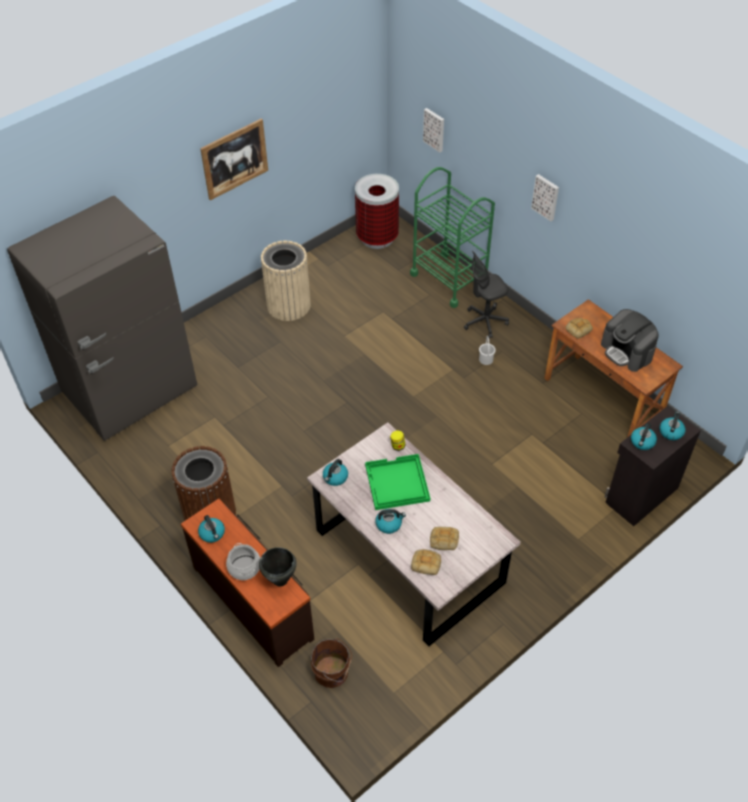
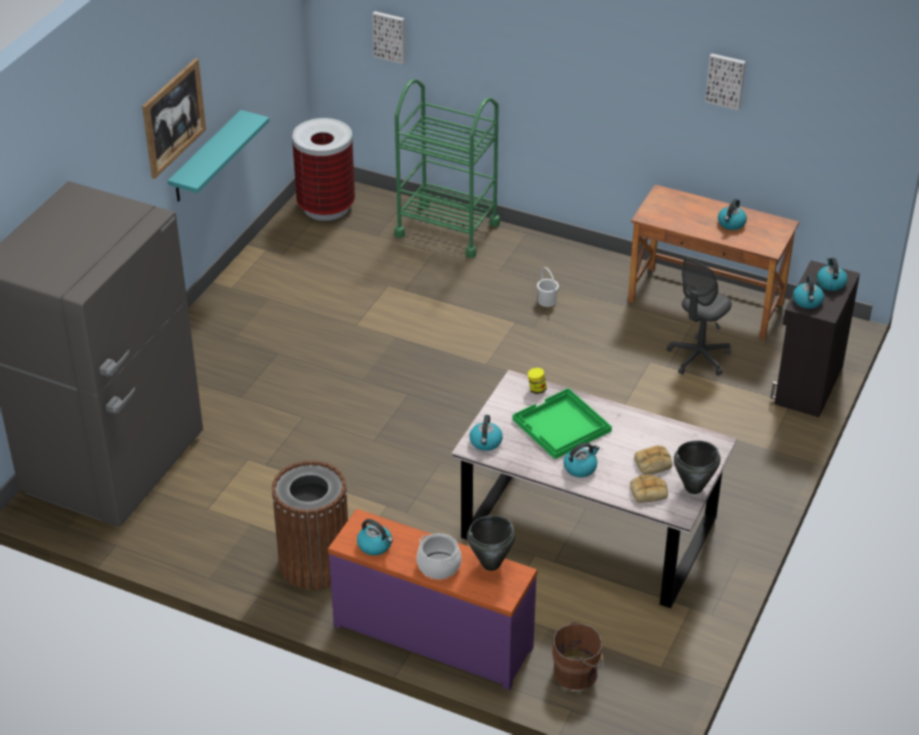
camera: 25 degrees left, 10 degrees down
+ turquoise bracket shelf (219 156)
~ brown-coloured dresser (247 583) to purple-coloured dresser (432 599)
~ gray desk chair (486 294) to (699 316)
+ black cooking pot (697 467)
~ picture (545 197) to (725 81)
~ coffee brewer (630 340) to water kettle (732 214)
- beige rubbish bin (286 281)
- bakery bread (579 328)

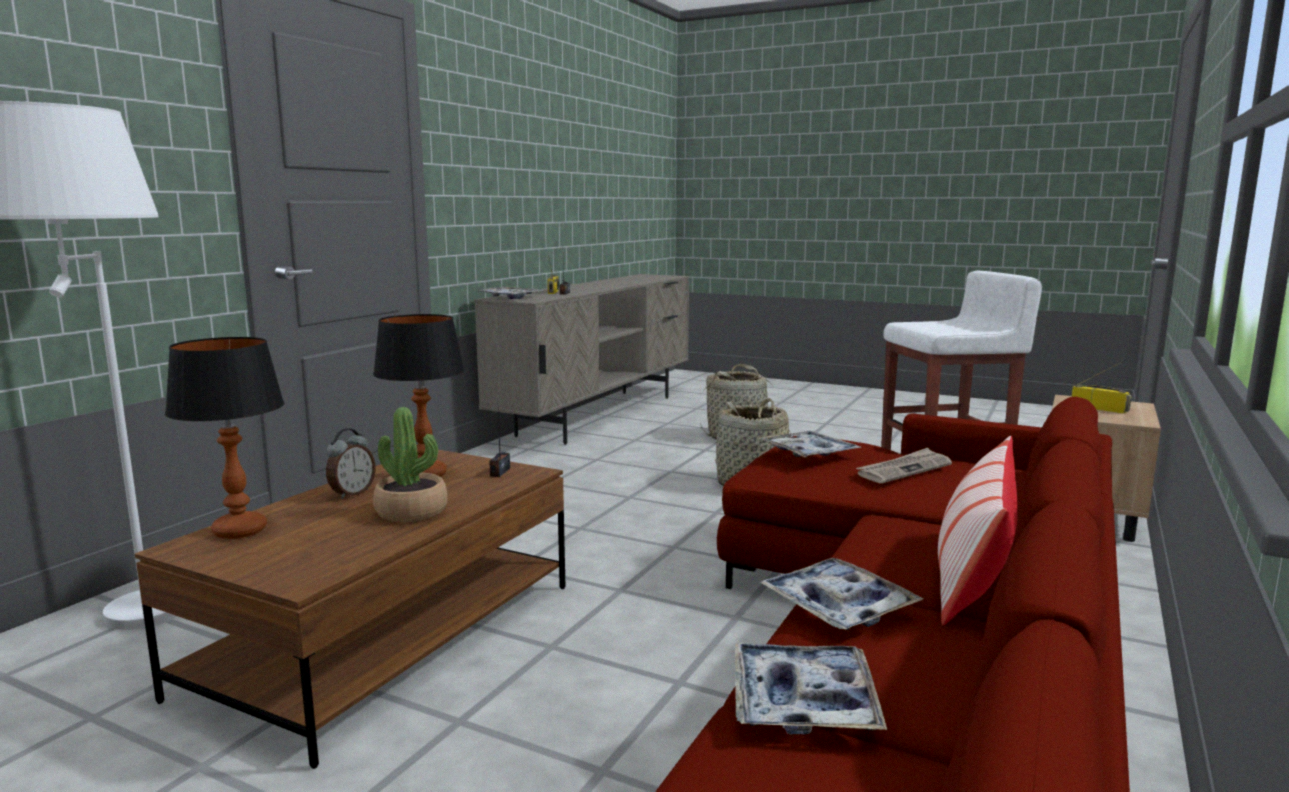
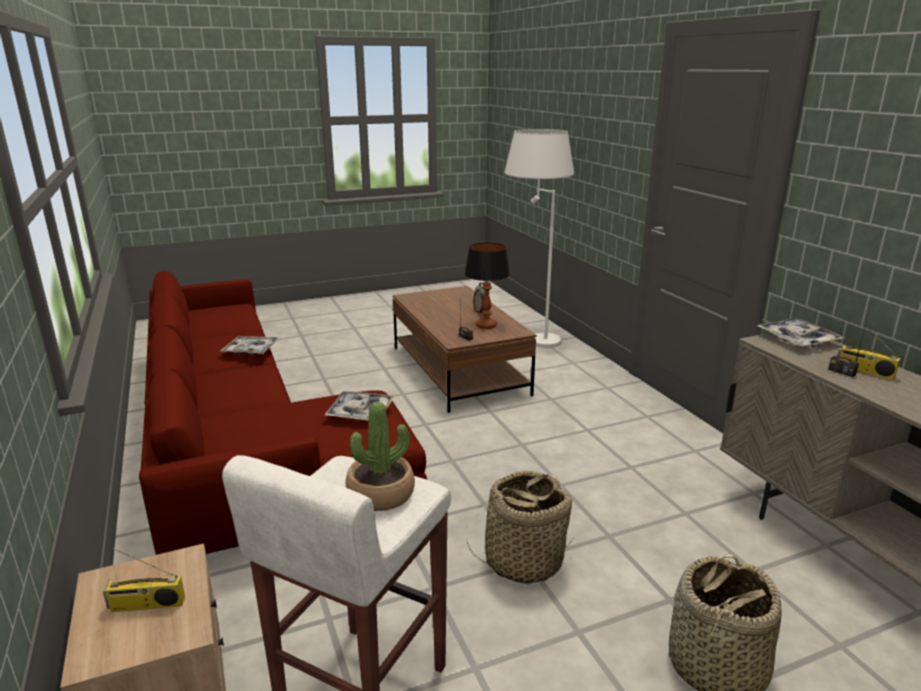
camera: 130 degrees right, 10 degrees up
~ plant in a pot (410 464) to (380 456)
- table lamp (224 438)
- tray (811 688)
- daily paper (904 465)
- throw pillow (977 531)

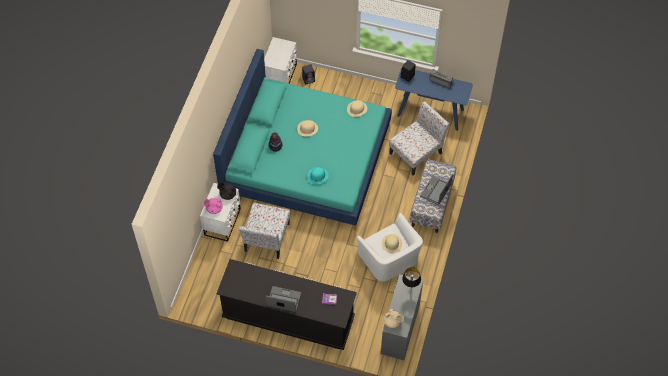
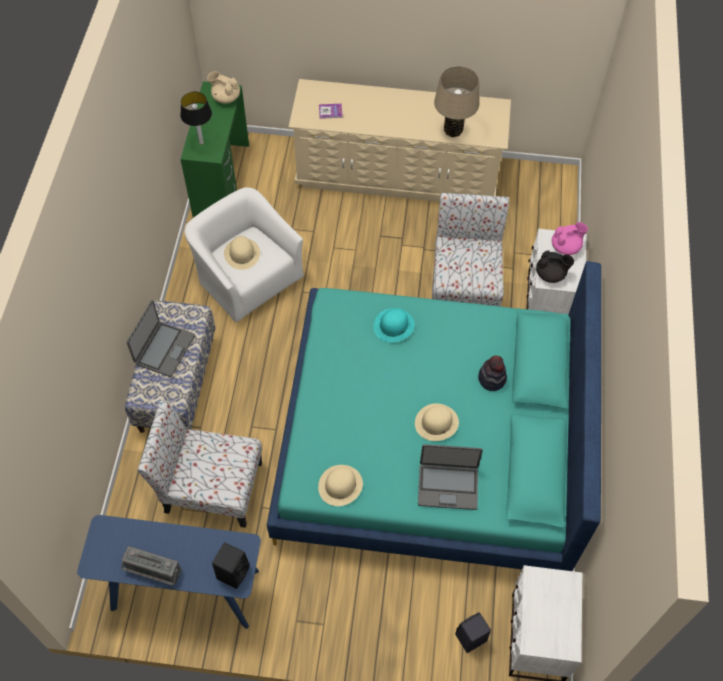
camera: 170 degrees right, 0 degrees up
~ chair (419 138) = (199 464) 60 degrees clockwise
~ gray desk unit (402 317) to greenish desk unit (214 149)
~ black dresser (287 304) to beige dresser (400 140)
~ laptop (283 299) to (450 477)
+ beige table lamp (456 101)

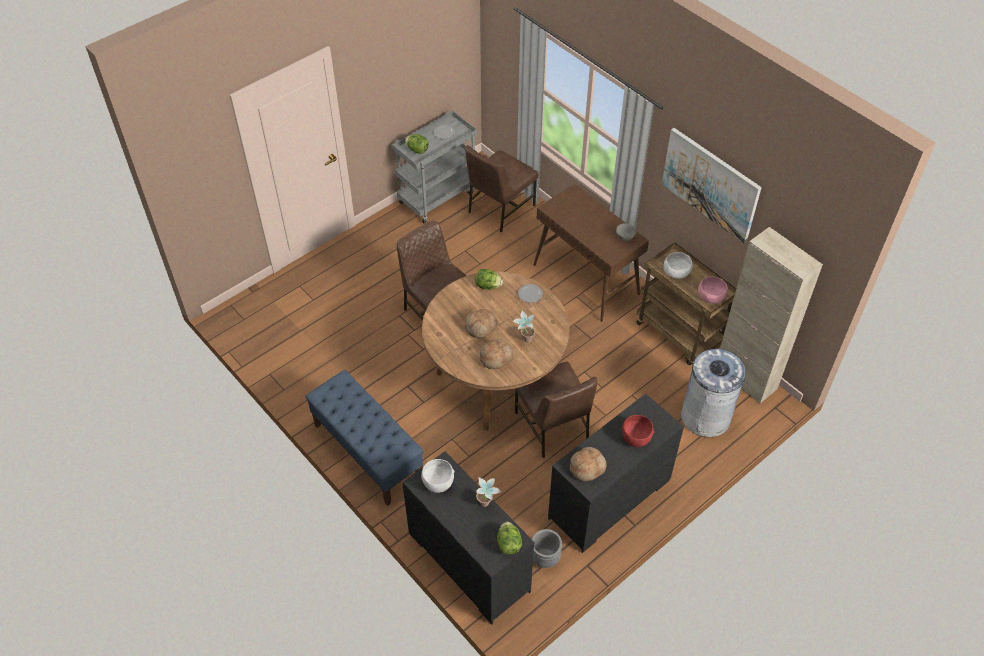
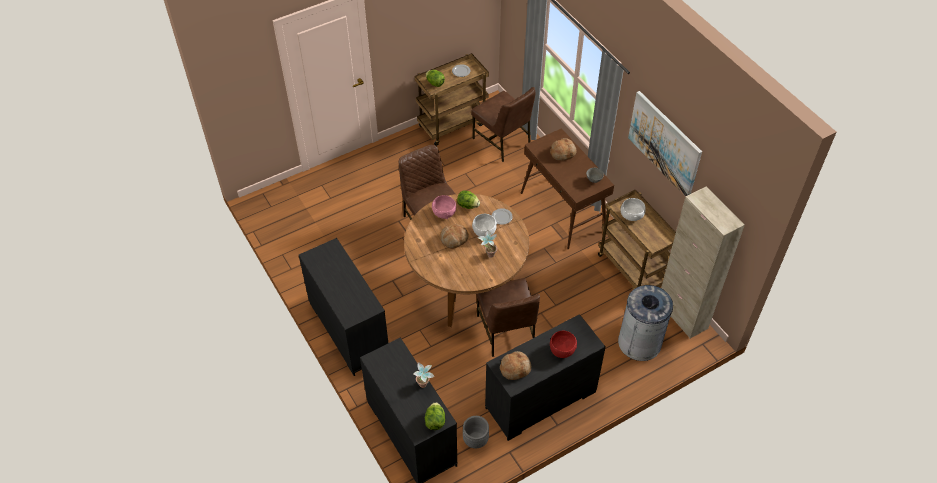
camera: 10 degrees right, 0 degrees up
~ bluish long seat (364 438) to black dresser (343 307)
~ gray wheeled cart (434 167) to brown-coloured wheeled cart (452 99)
~ pink-coloured bowl (713 290) to (444 207)
~ brown-coloured chair (501 188) = (503 124) 90 degrees counterclockwise
~ white-coloured bowl (438 476) to (484 225)
~ bakery bread (496 354) to (563 149)

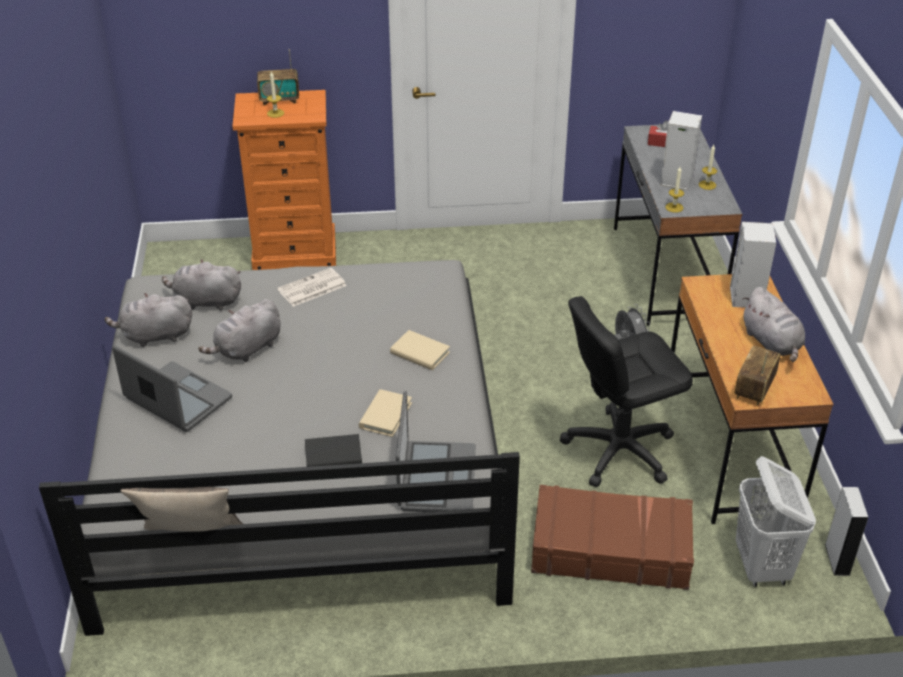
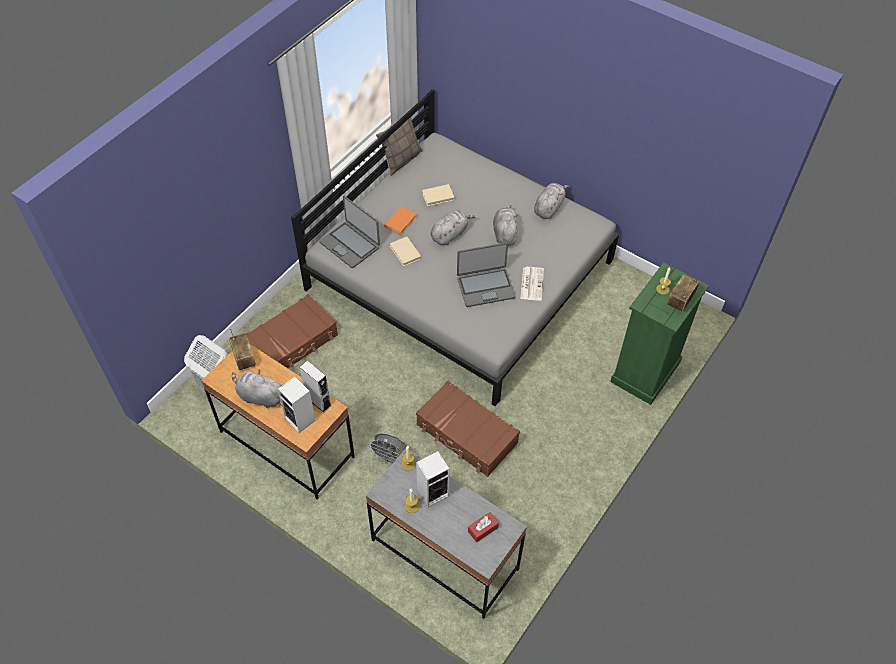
camera: 130 degrees right, 15 degrees up
~ gray loudspeaker (846 531) to (315 386)
~ black book (333 450) to orangey book (400 221)
+ brown-coloured travel case (468 429)
~ beige book (420 350) to (438 195)
~ gray cuddly toy (201 284) to (453 227)
~ laptop (172 388) to (486 274)
~ orangey dresser (284 180) to greenish dresser (659 333)
- black desk chair (626 391)

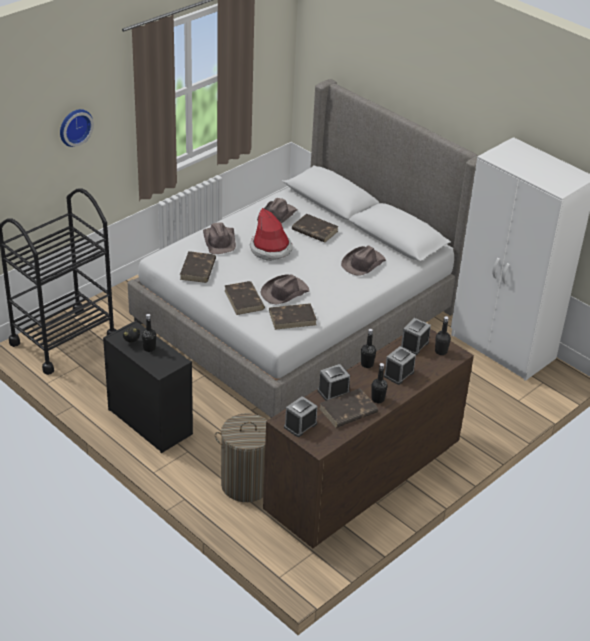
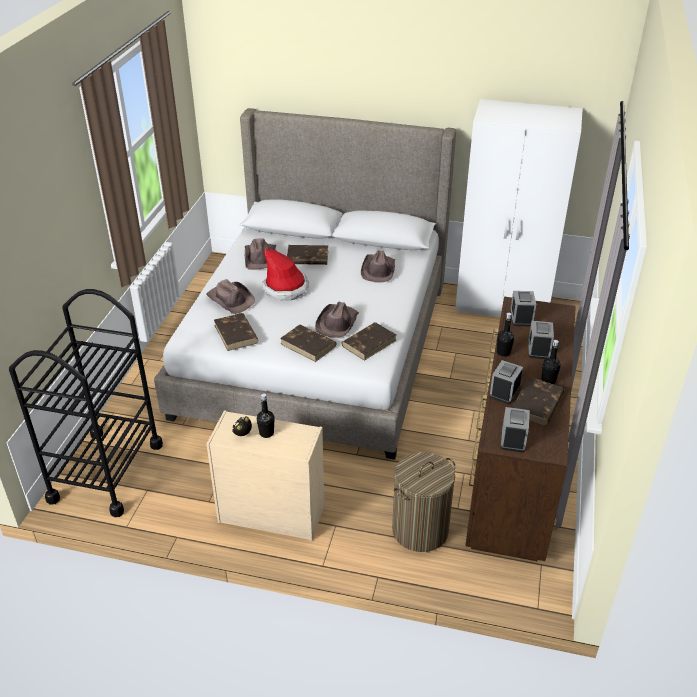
camera: 30 degrees left, 0 degrees up
~ black dresser (148 387) to beige dresser (265 475)
- hanging clock (77 128)
- black bottle (443 335)

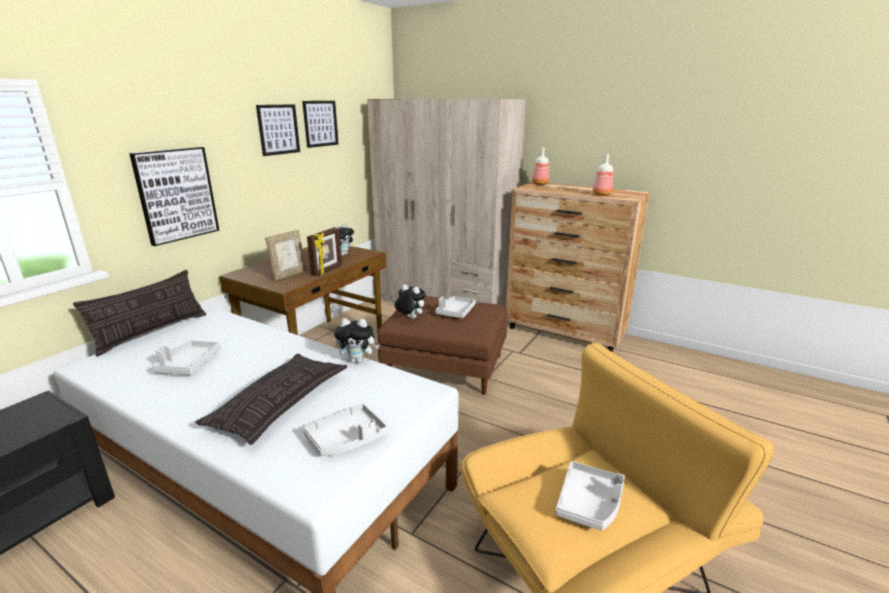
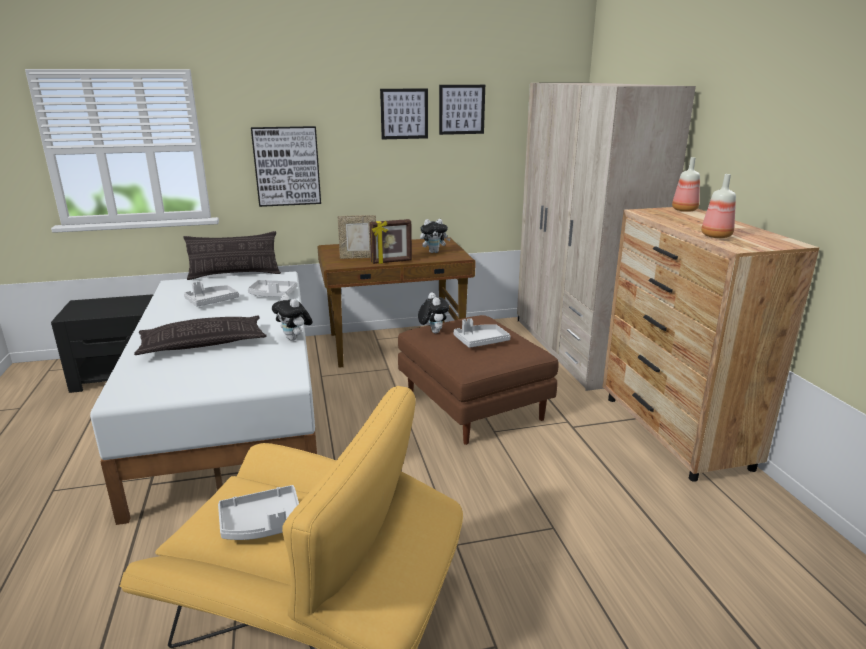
camera: 45 degrees right, 0 degrees up
~ gray tray (345 429) to (272 288)

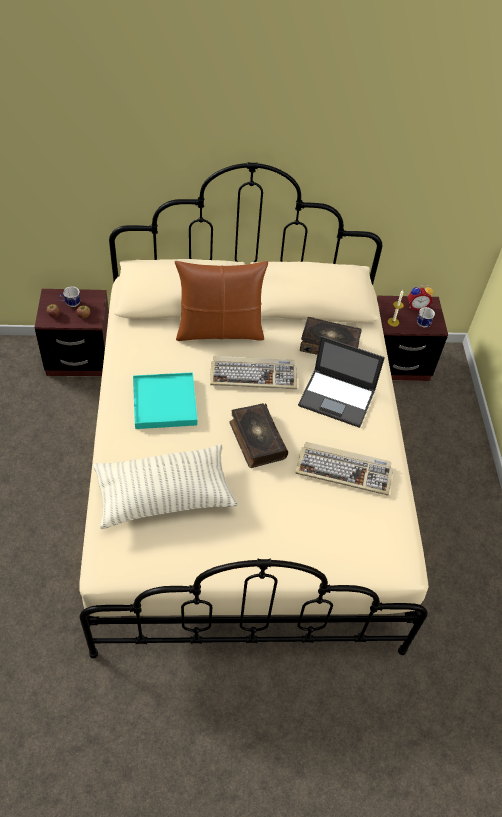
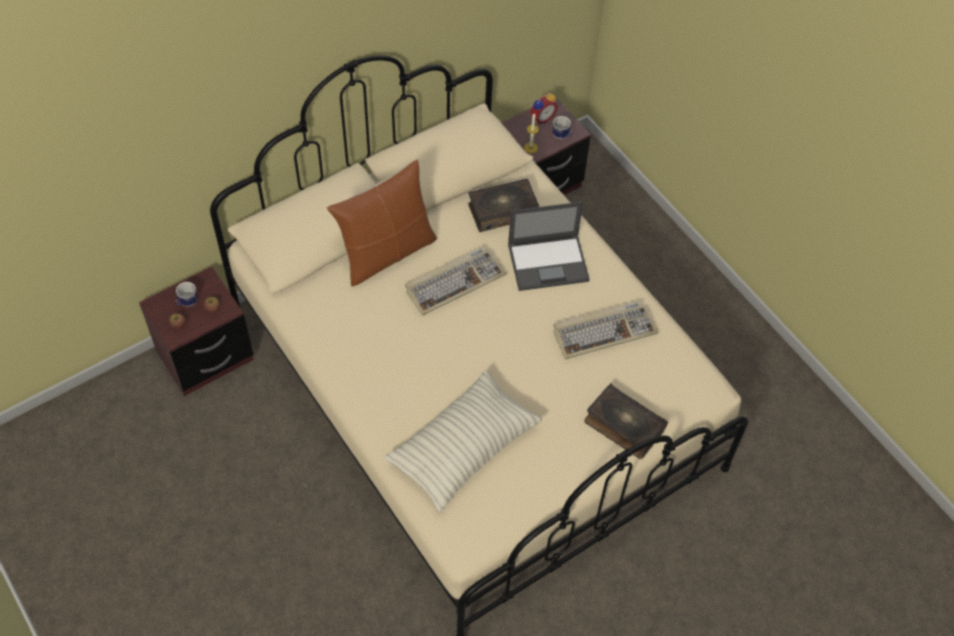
camera: 30 degrees left, 5 degrees up
~ book (258 435) to (626 421)
- turquoise tray (165 400)

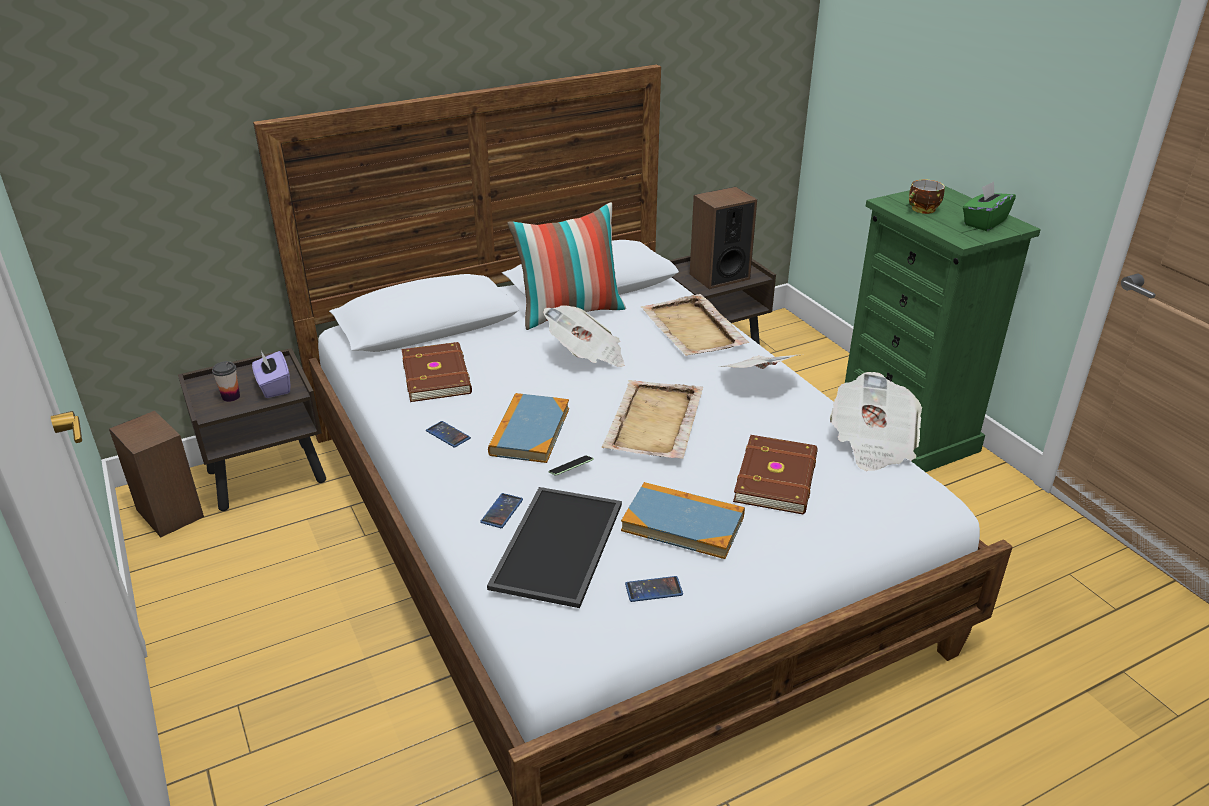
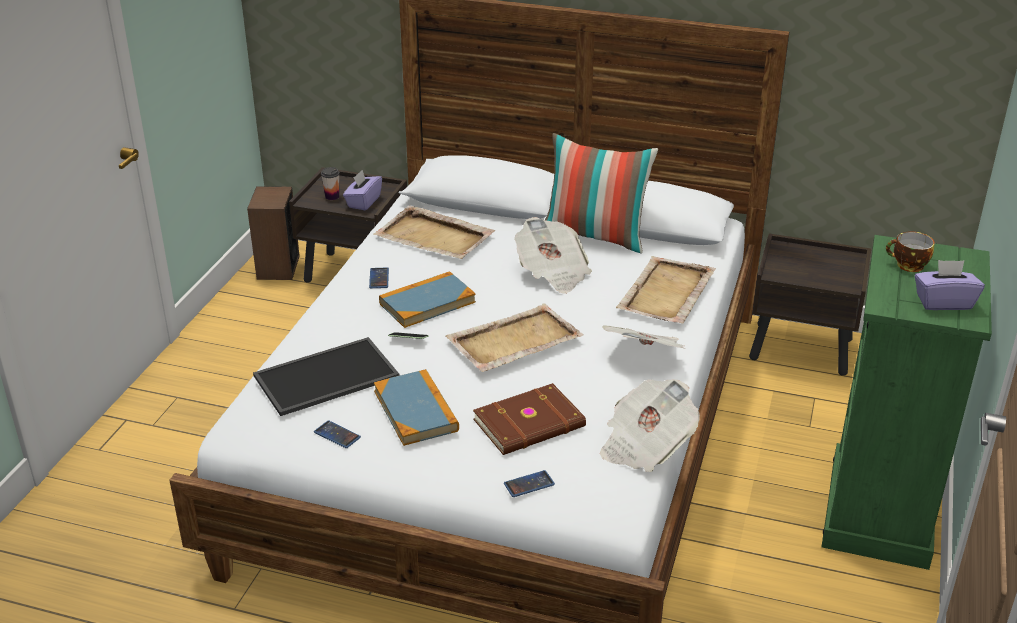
camera: 45 degrees right, 0 degrees up
~ brown-coloured book (437 372) to beige tray (434 232)
~ handset (501 510) to (529 483)
~ greenish tissue box (989 206) to purple-coloured tissue box (950 285)
- loudspeaker (723 238)

